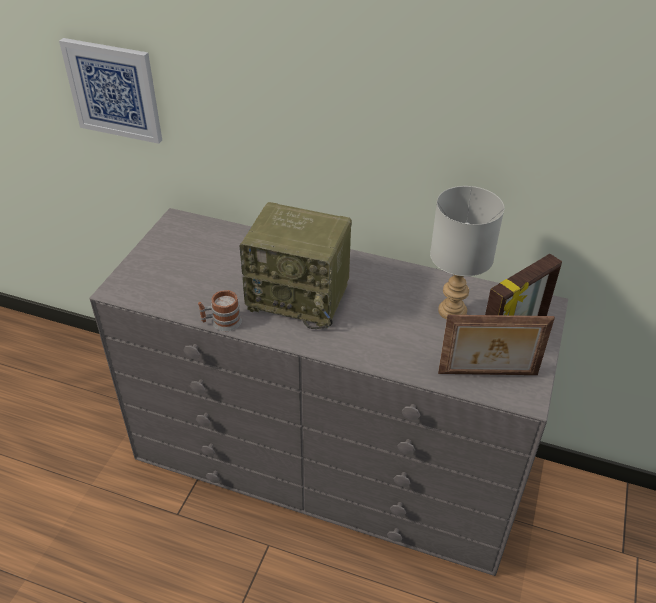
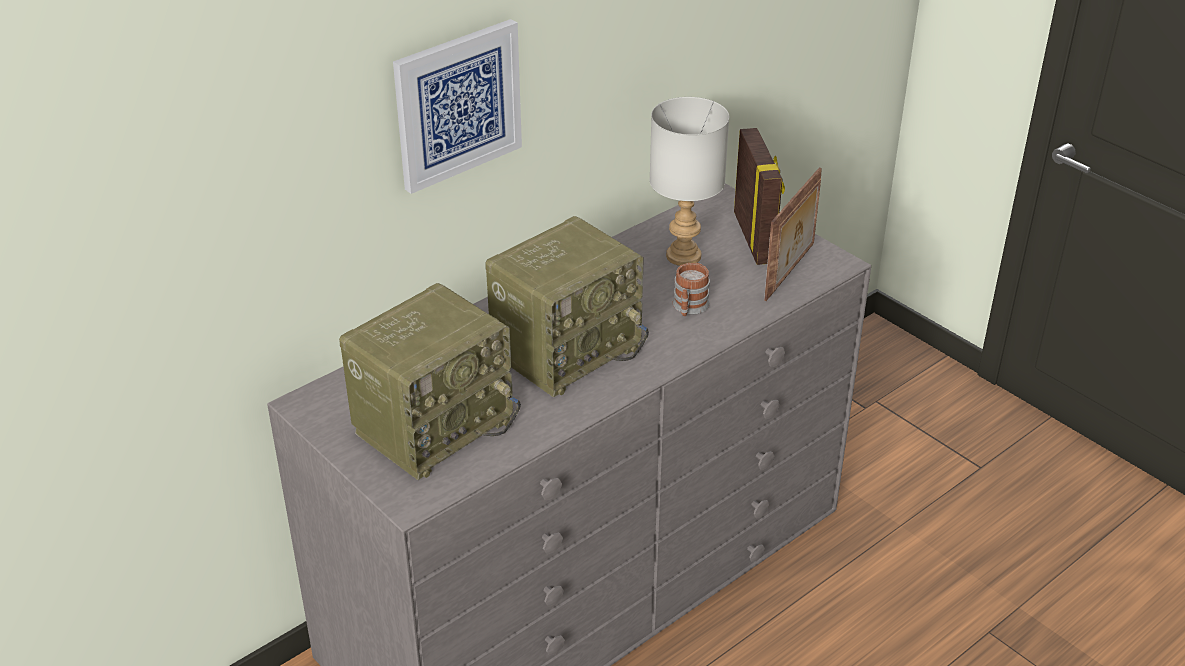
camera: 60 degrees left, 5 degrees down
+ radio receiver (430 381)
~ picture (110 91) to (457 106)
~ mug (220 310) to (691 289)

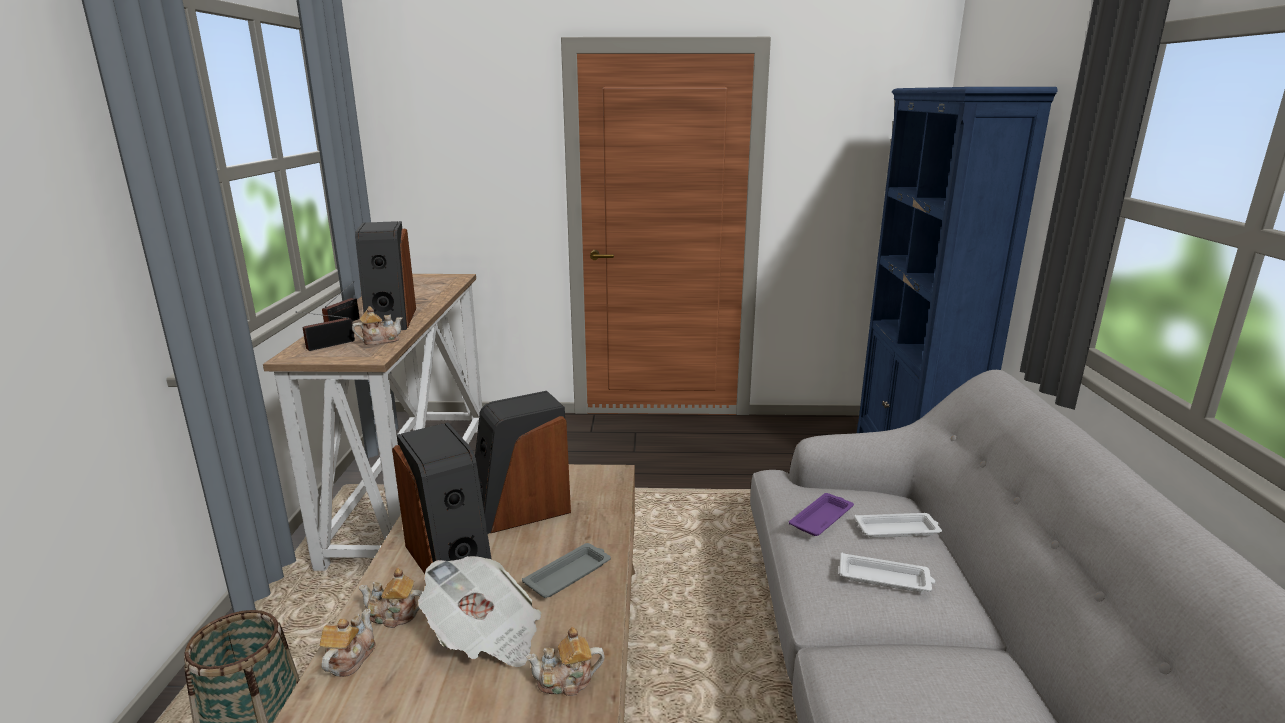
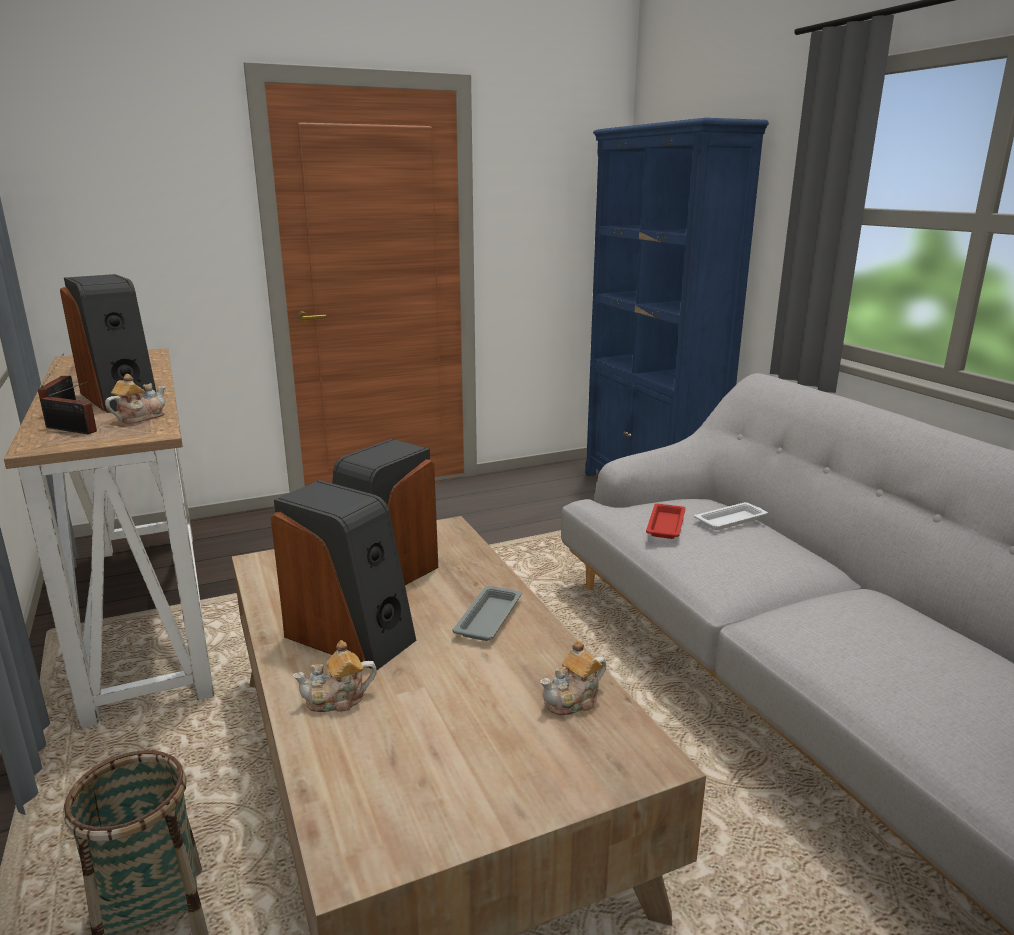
camera: 25 degrees left, 0 degrees up
~ radio receiver (325 331) = (68 407) 90 degrees counterclockwise
~ purple-coloured tray (821 514) to red-coloured tray (666 521)
- pot for tea (348 642)
- daily paper (479 611)
- white-coloured tray (887 572)

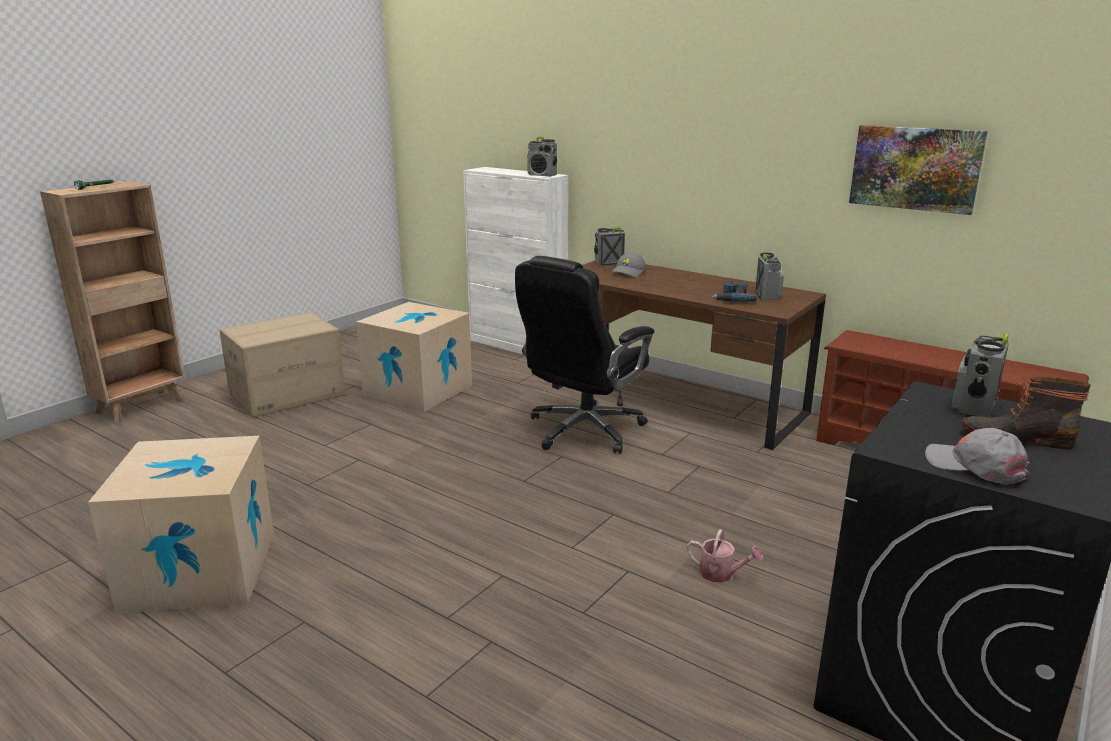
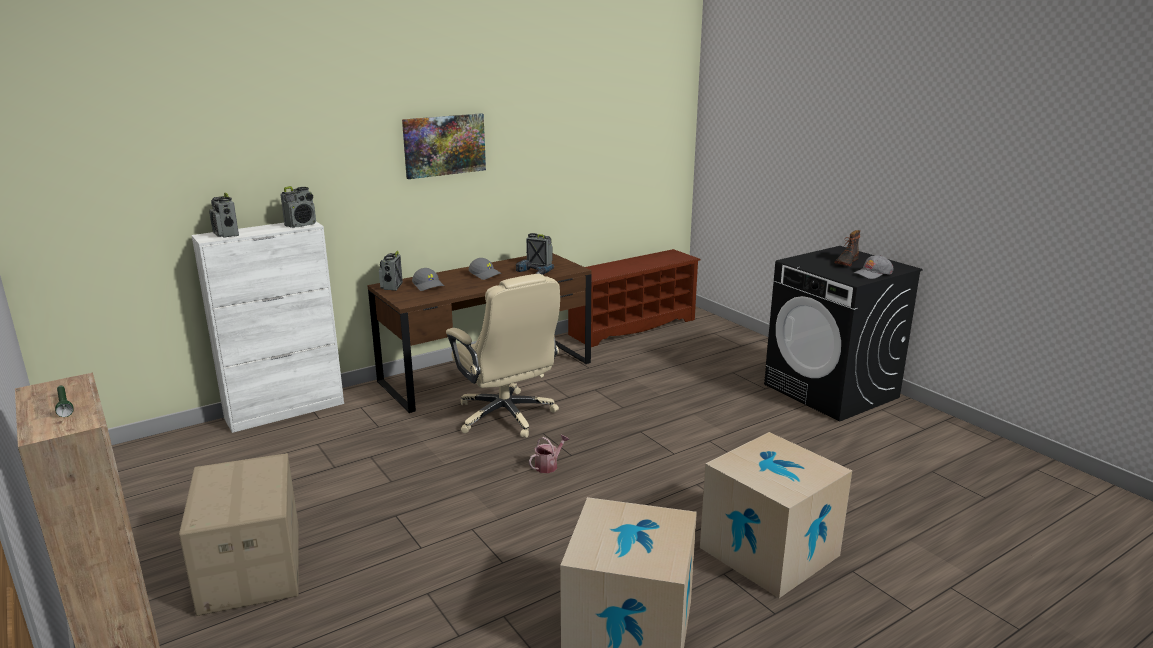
camera: 70 degrees left, 0 degrees up
~ radio receiver (980 375) to (224 215)
~ picture (918 170) to (444 146)
~ black desk chair (585 355) to beige desk chair (503 356)
+ gray peaked cap (485 269)
~ watering pot (724 556) to (549 453)
~ packing box (414 357) to (776 515)

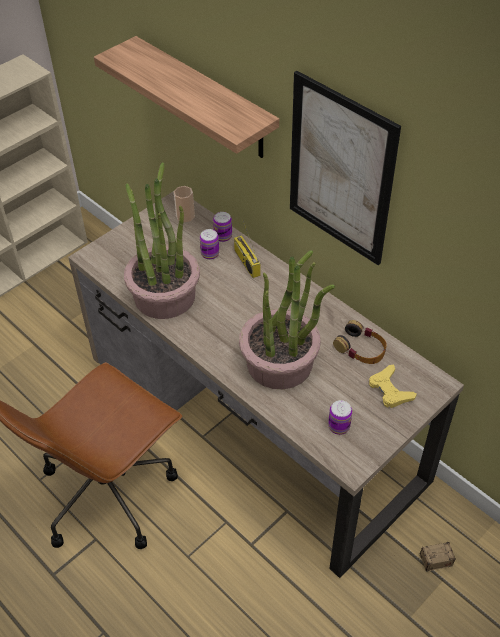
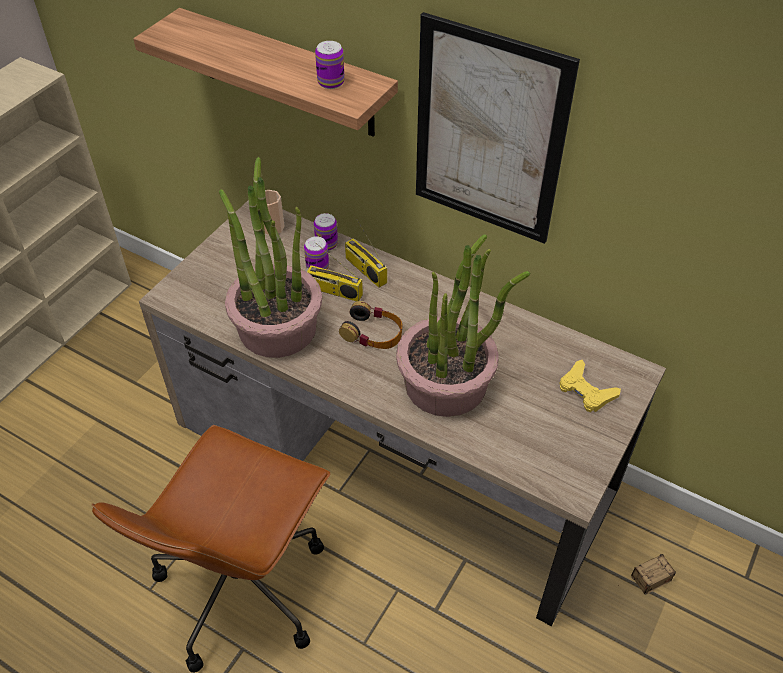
camera: 15 degrees left, 0 degrees up
+ radio receiver (334 272)
~ metal can (340 417) to (330 65)
~ headphones (360 342) to (370 325)

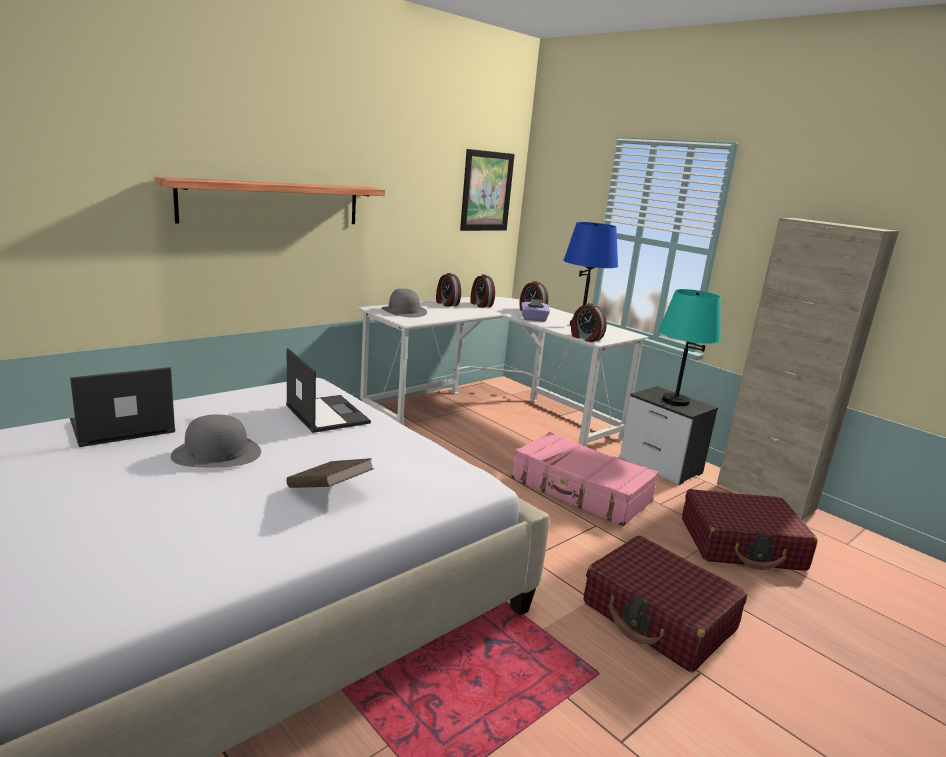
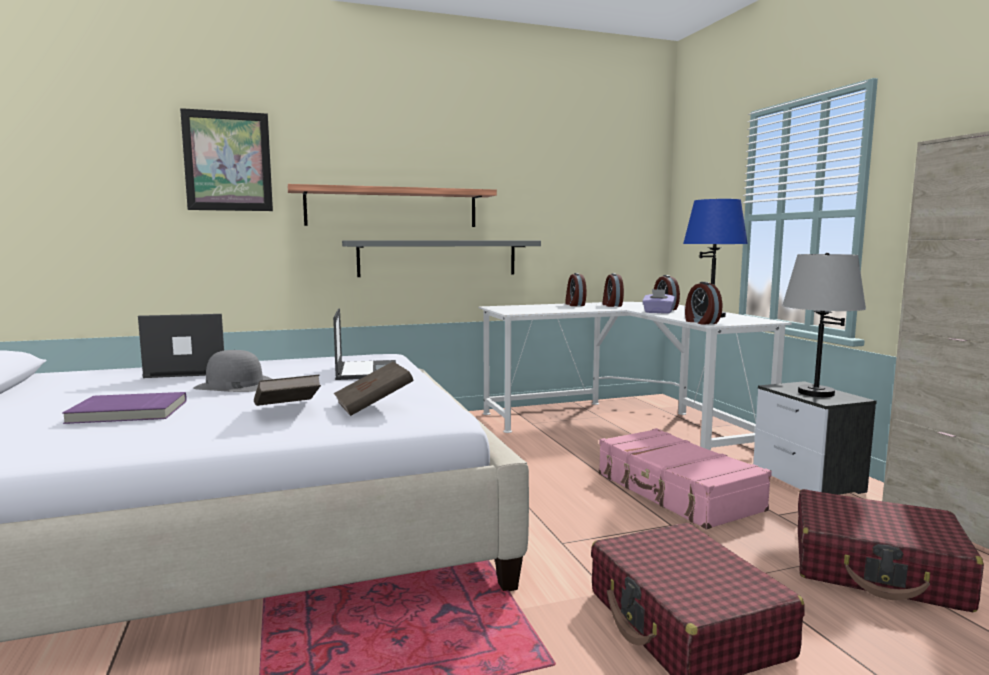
camera: 25 degrees right, 10 degrees down
+ purple-coloured book (124 408)
~ picture (487 190) to (226 159)
+ brown-coloured book (374 389)
+ gray bracket shelf (441 258)
~ turquoise table lamp (690 347) to gray table lamp (824 325)
- gray wearable hat (404 302)

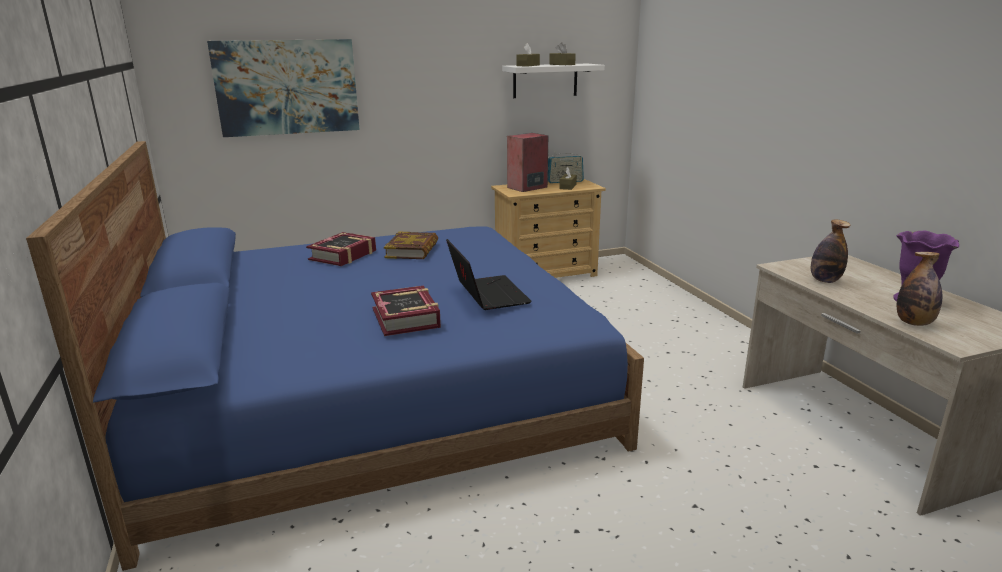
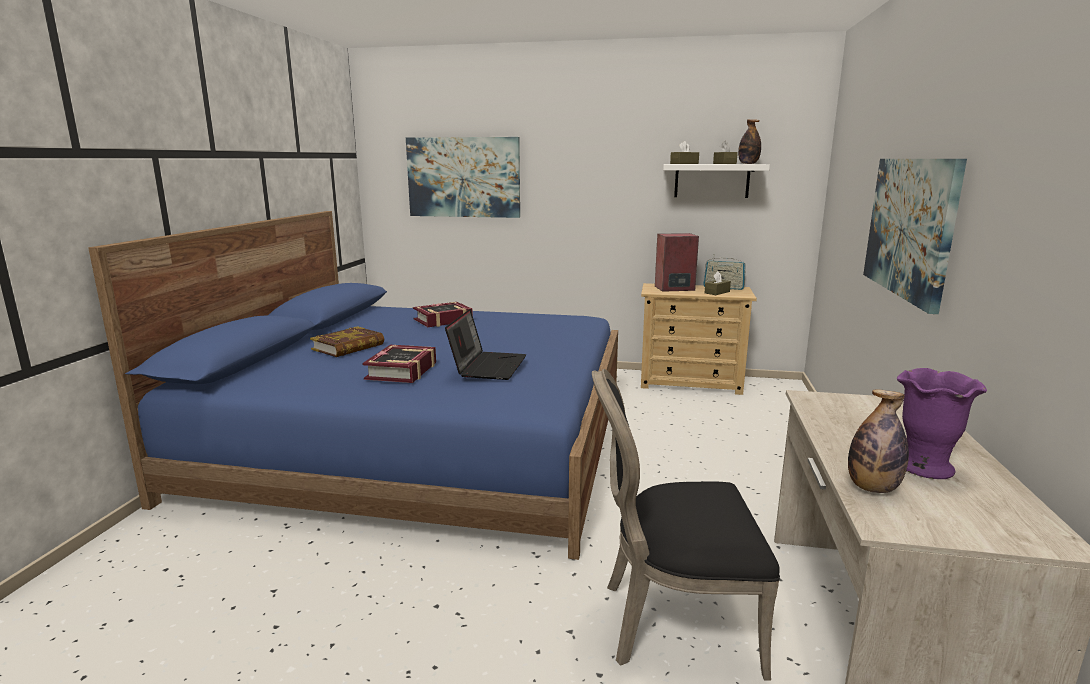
camera: 30 degrees right, 5 degrees down
~ book (411 245) to (347 341)
+ black chair (686 525)
~ bottle (830 251) to (749 141)
+ picture (915 236)

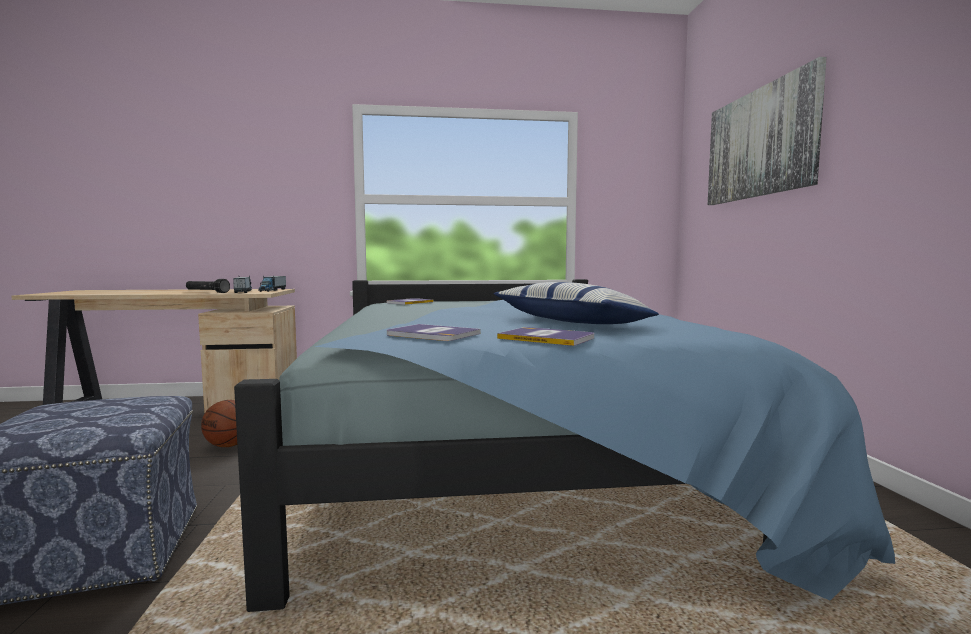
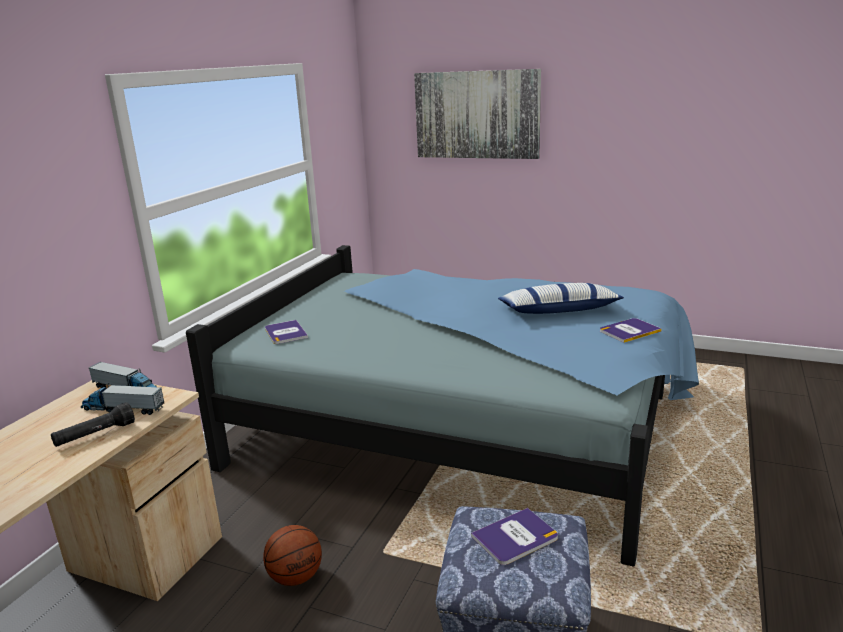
camera: 60 degrees left, 15 degrees up
~ book (433 332) to (514 536)

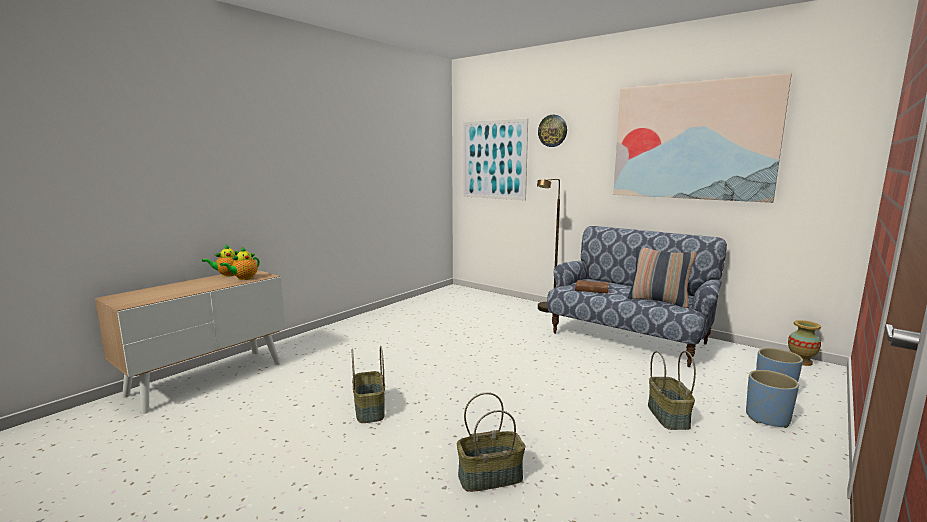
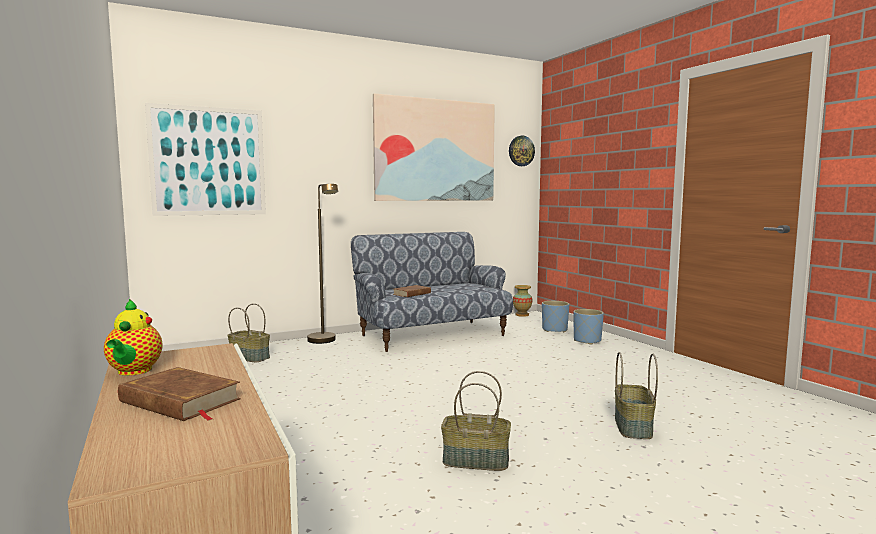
camera: 65 degrees left, 5 degrees down
+ brown-coloured book (179 394)
~ household basket (672 390) to (248 332)
~ hanging clock (552 131) to (522 151)
- pot for tea (240 263)
- throw pillow (662 277)

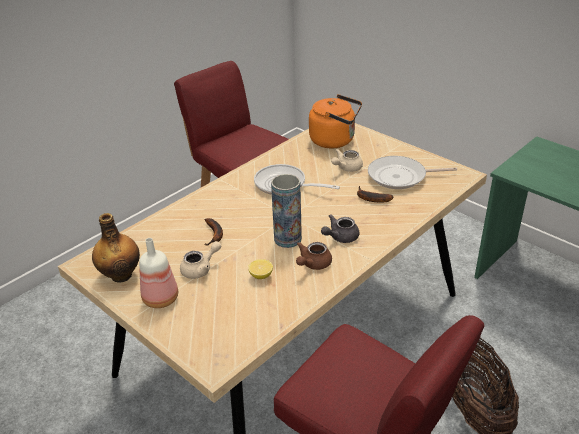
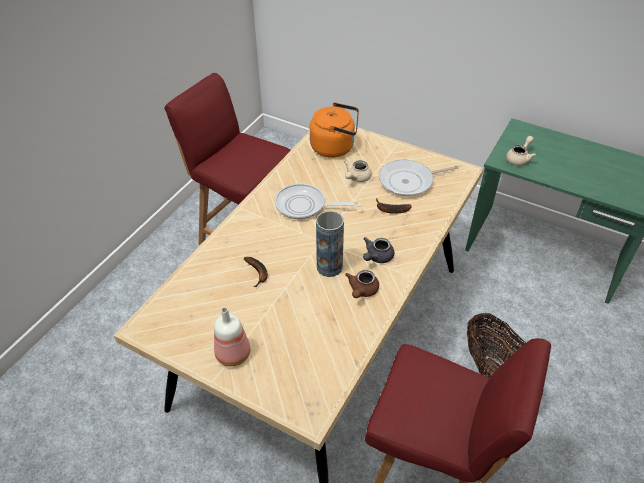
camera: 15 degrees left, 10 degrees up
~ beige pot for tea (200 260) to (521 151)
- bottle (116 248)
- lemon (260 269)

